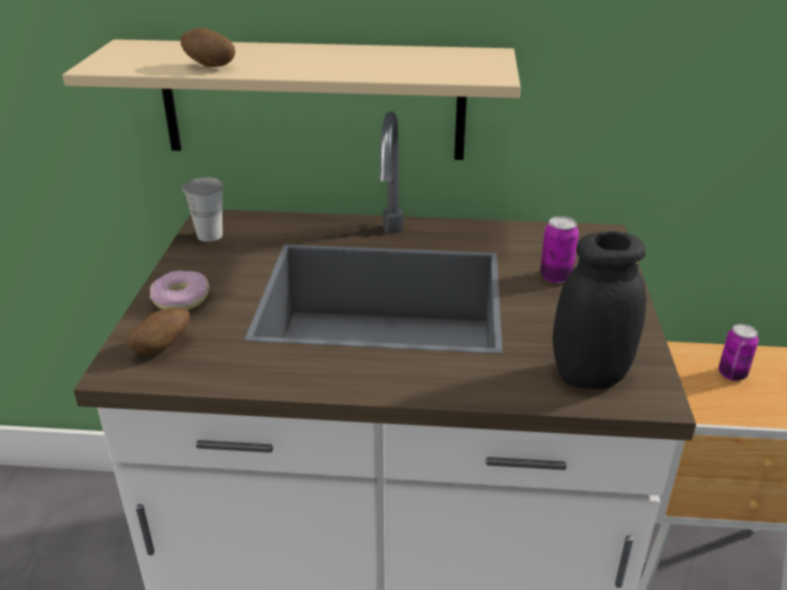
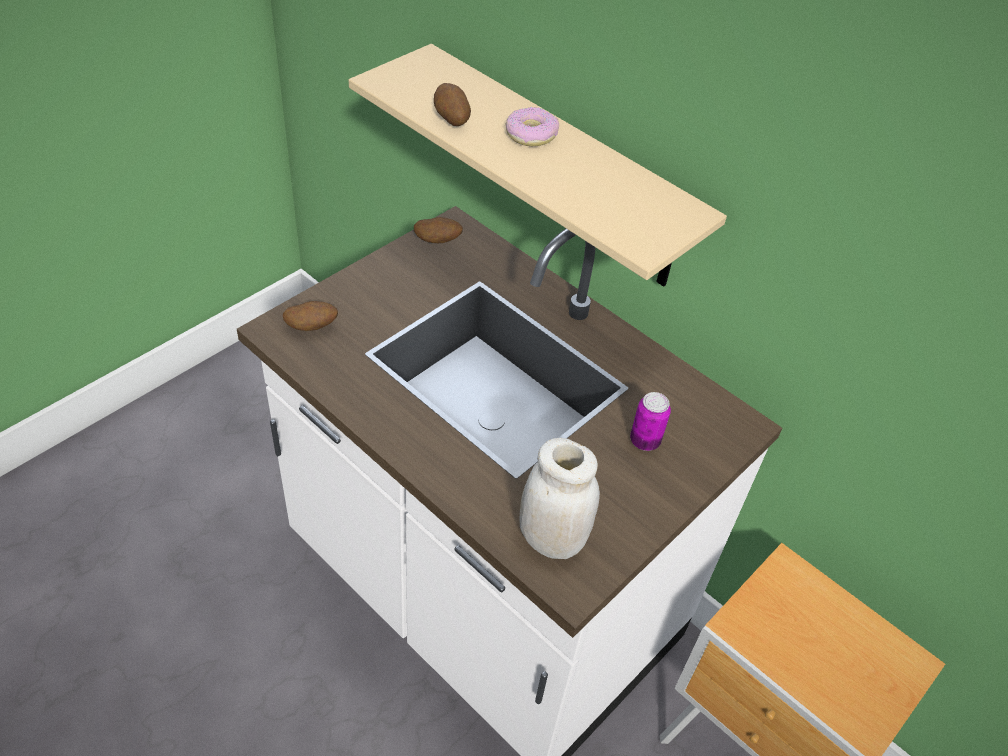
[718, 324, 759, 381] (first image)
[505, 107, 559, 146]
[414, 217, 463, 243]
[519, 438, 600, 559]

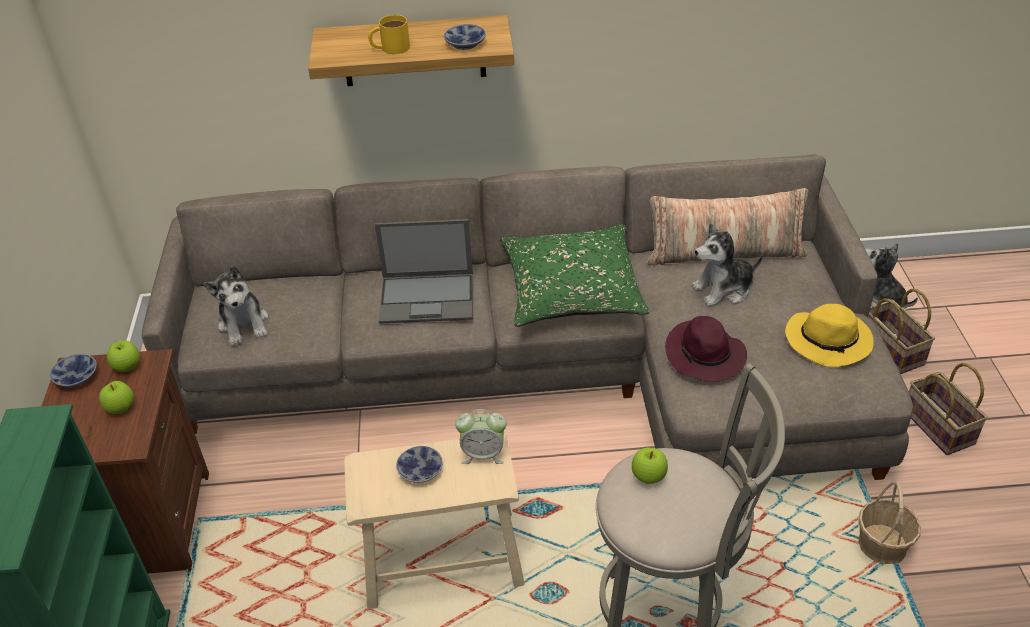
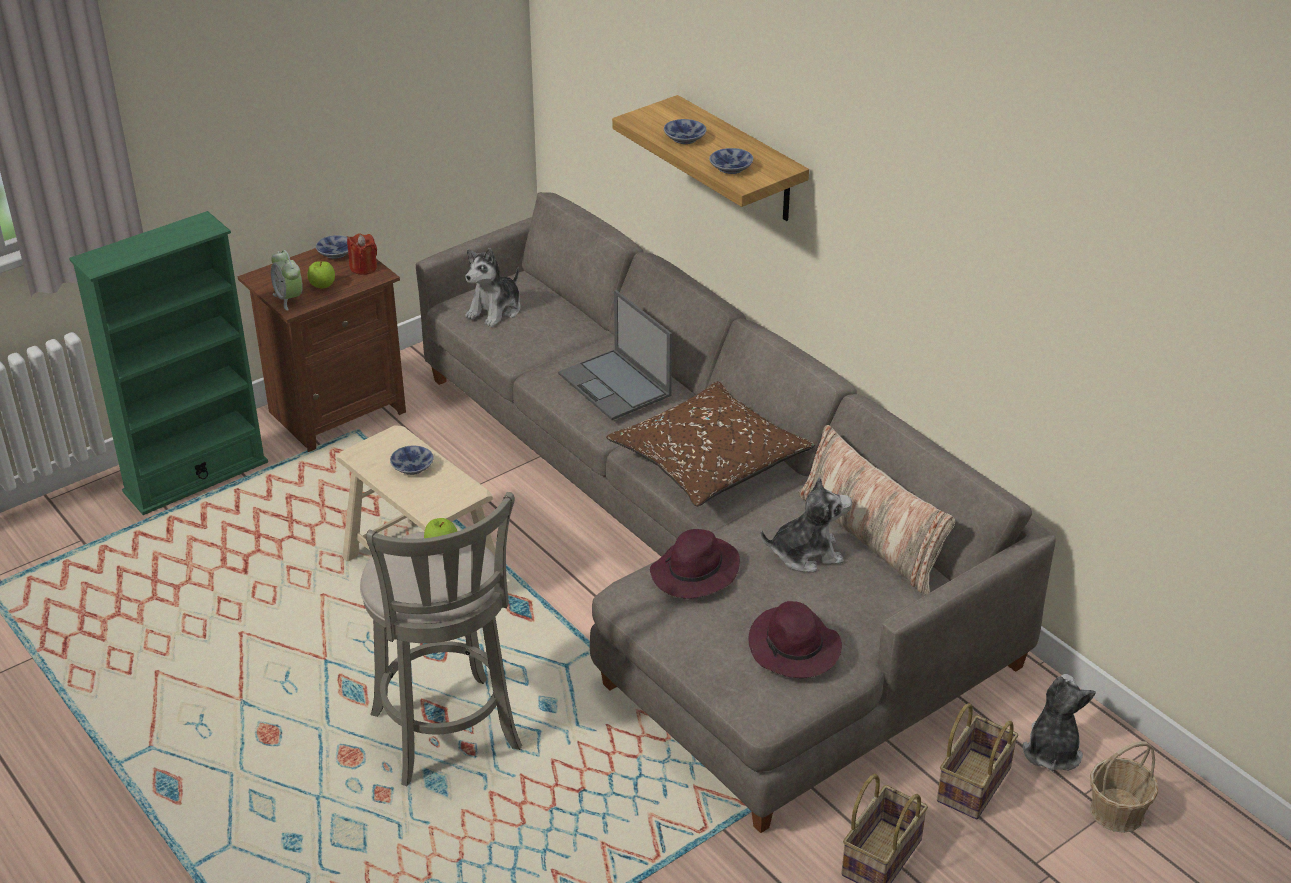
[271, 250, 303, 311]
[1090, 742, 1158, 833]
[347, 233, 377, 275]
[664, 119, 706, 144]
[606, 381, 815, 506]
[748, 601, 842, 678]
[761, 477, 852, 572]

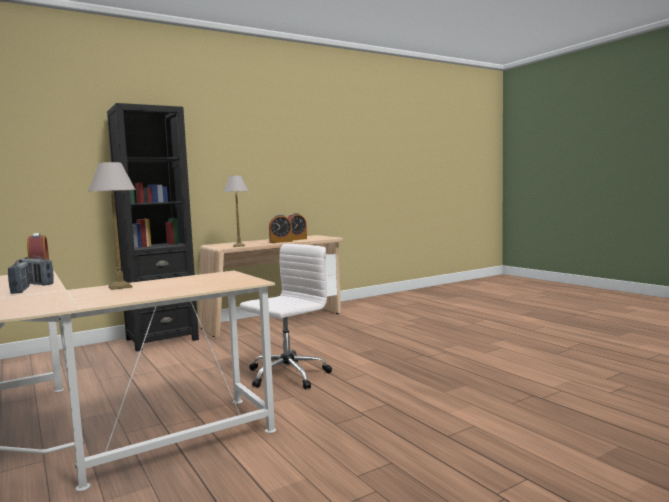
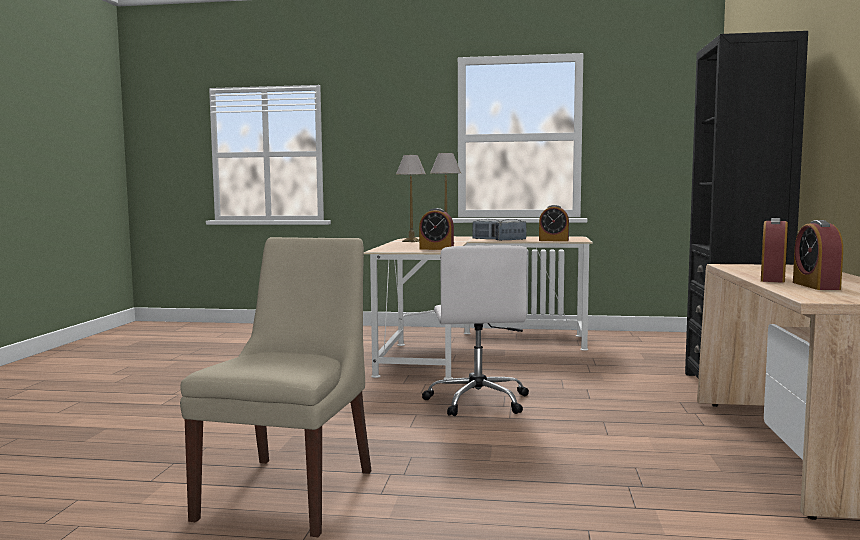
[180, 237, 372, 537]
[419, 208, 454, 250]
[396, 155, 426, 242]

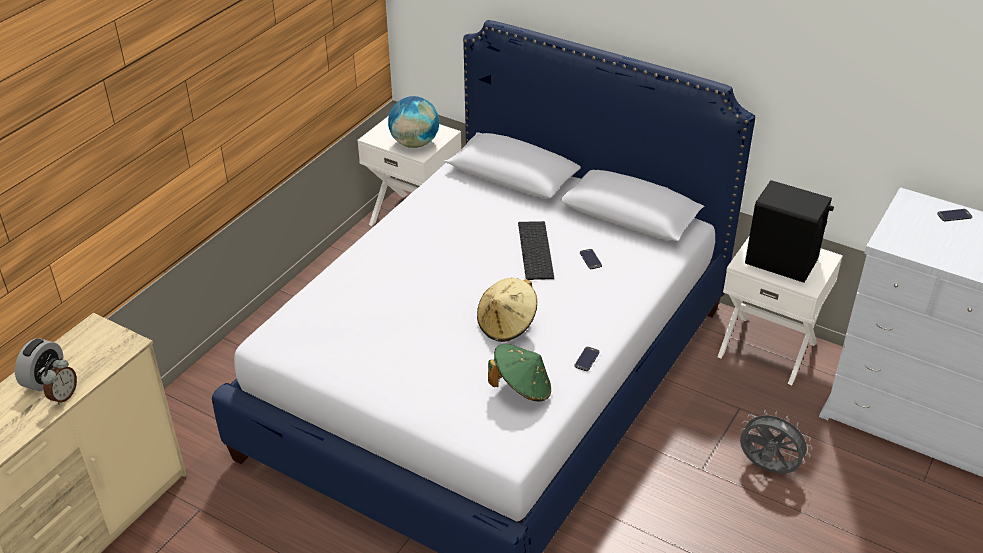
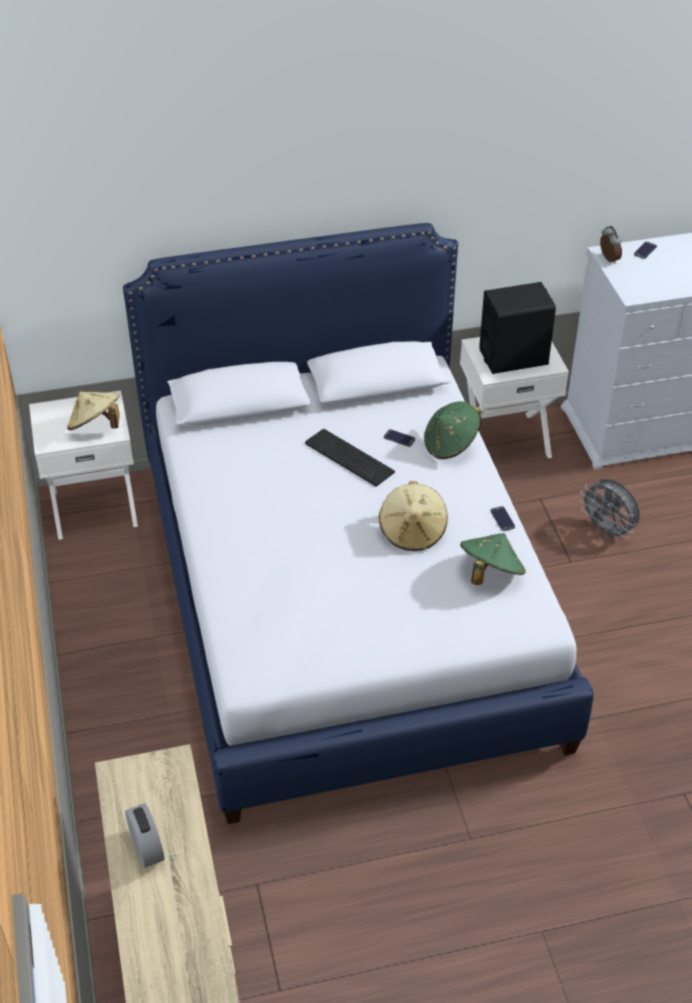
[424, 401, 481, 459]
[600, 226, 622, 264]
[67, 391, 120, 430]
[580, 479, 640, 541]

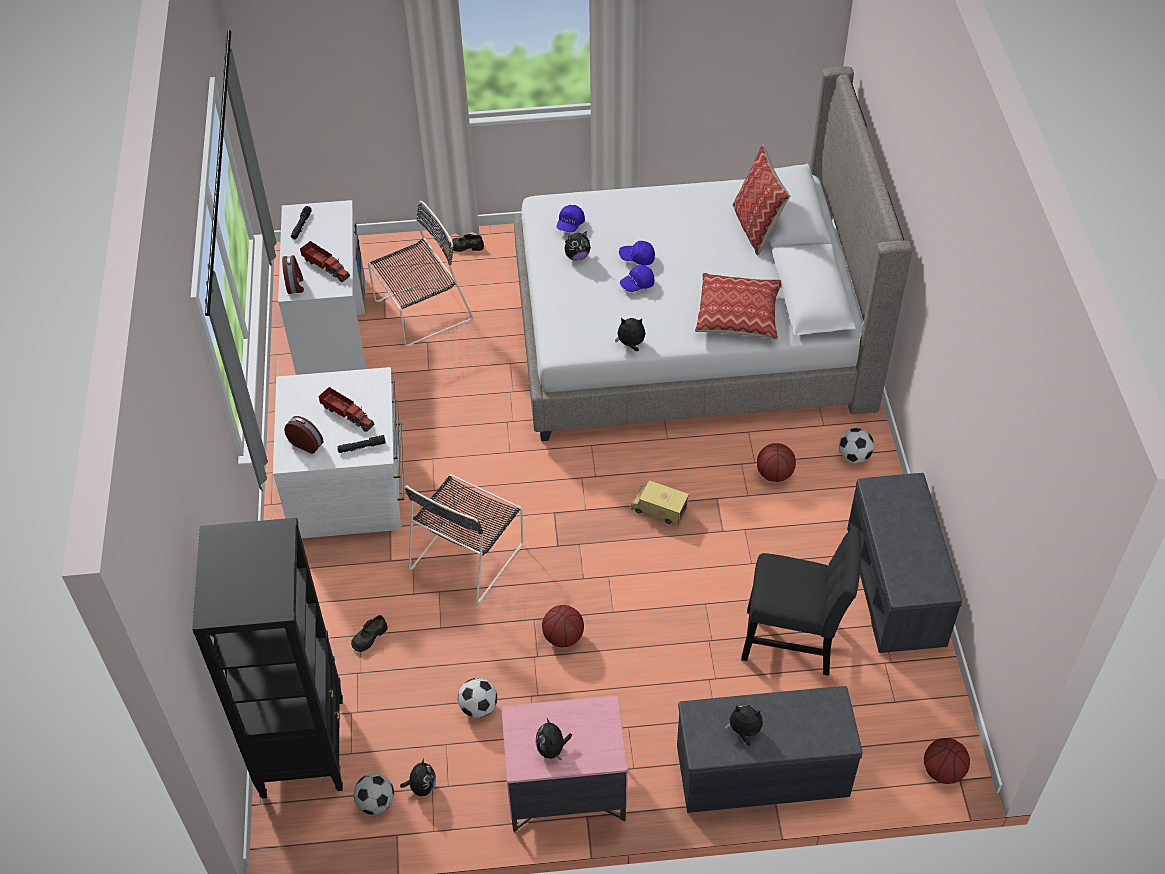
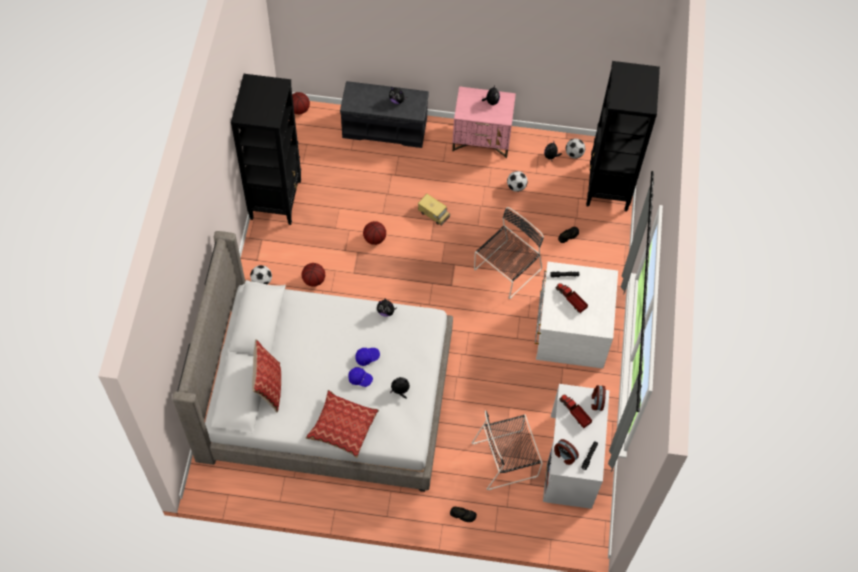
[556, 205, 585, 232] (first image)
[741, 529, 861, 676] (first image)
[554, 439, 579, 465]
[363, 221, 386, 245]
[418, 194, 450, 226]
[306, 390, 379, 458]
[231, 74, 301, 225]

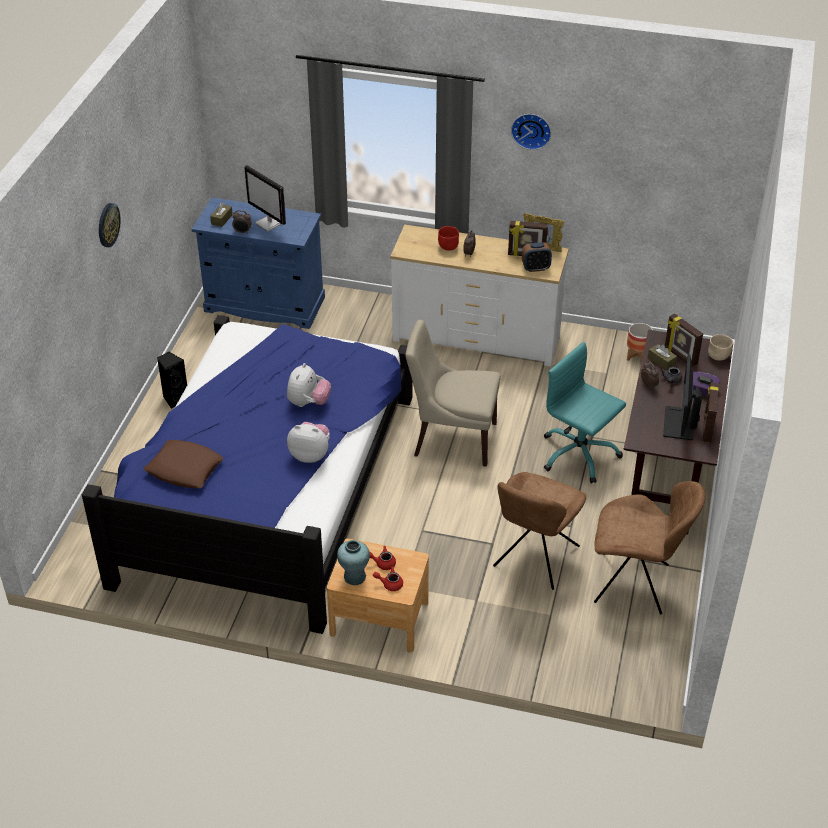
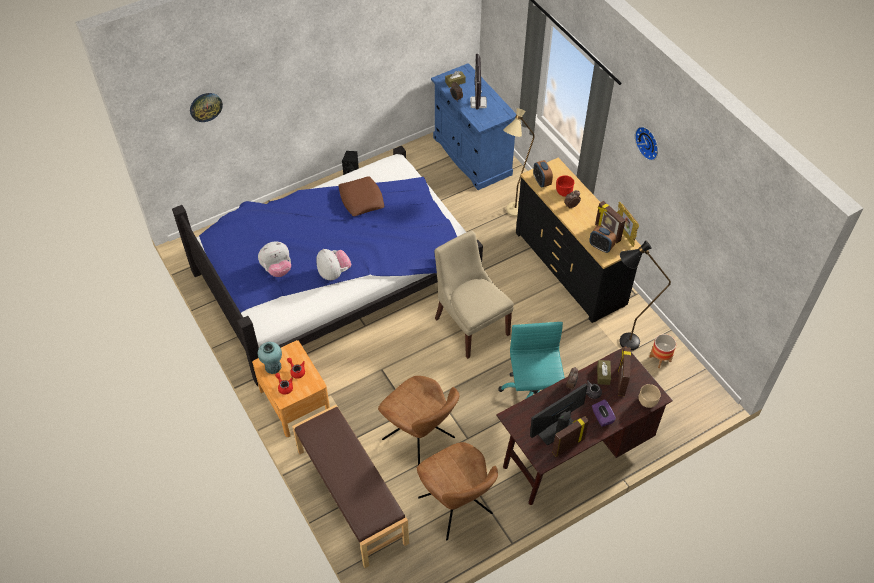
[292, 405, 409, 568]
[503, 108, 535, 217]
[533, 160, 553, 187]
[619, 240, 671, 350]
[190, 93, 223, 122]
[338, 176, 384, 216]
[258, 242, 291, 277]
[516, 158, 641, 323]
[378, 376, 459, 465]

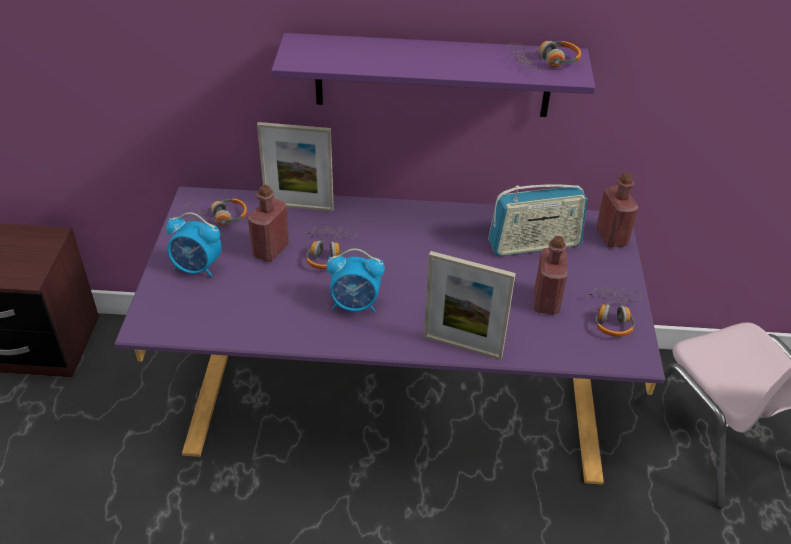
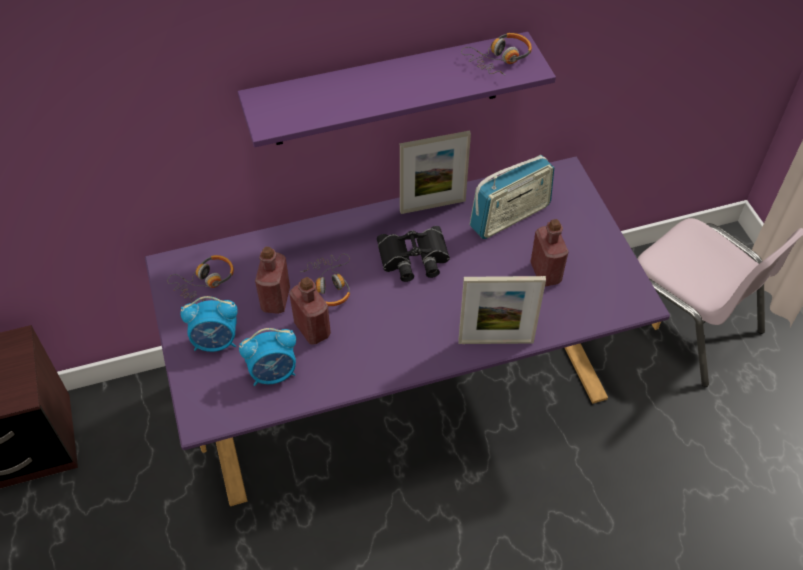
[588, 288, 642, 337] (first image)
[377, 226, 450, 282]
[400, 131, 471, 214]
[239, 328, 296, 386]
[289, 277, 331, 344]

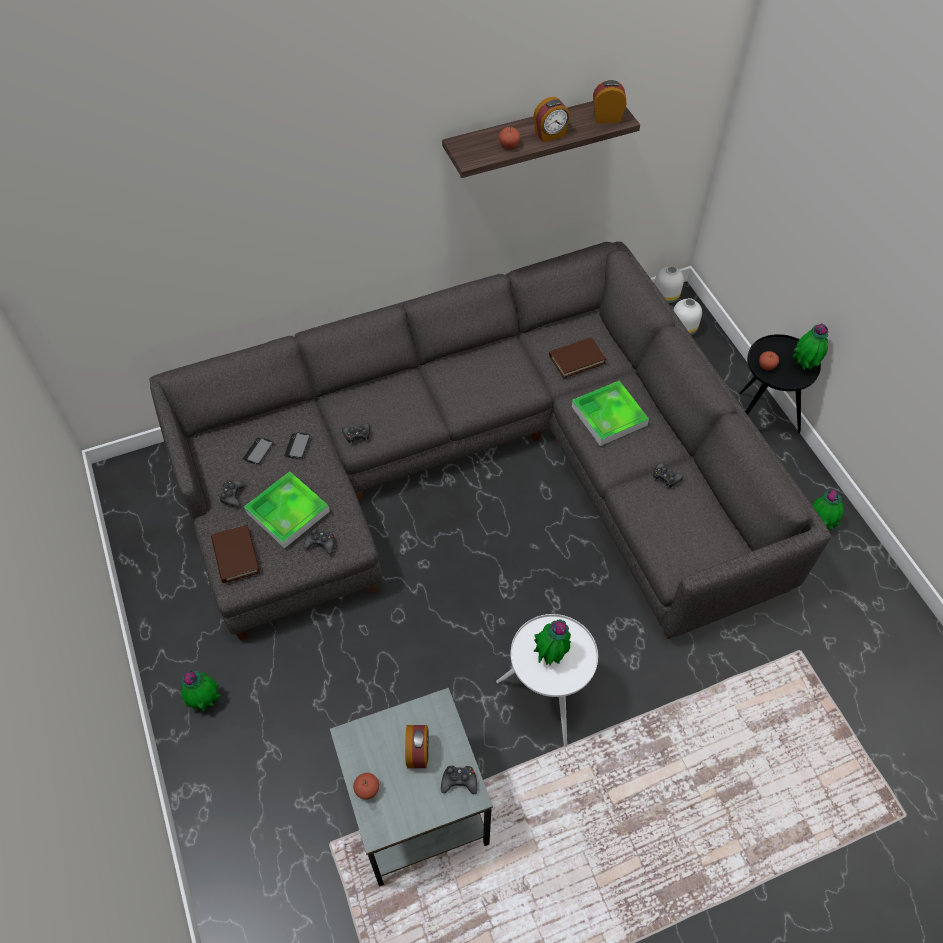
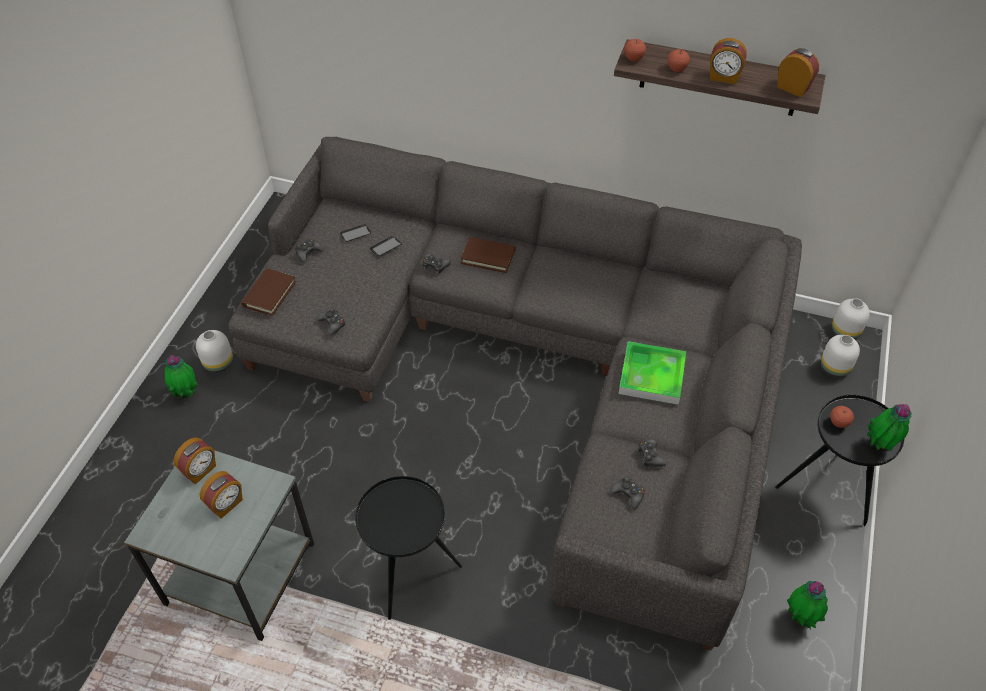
[244, 471, 330, 549] (first image)
[533, 619, 571, 665] (first image)
[173, 437, 216, 485]
[196, 330, 233, 373]
[624, 39, 646, 61]
[610, 477, 645, 510]
[461, 237, 516, 273]
[355, 476, 462, 620]

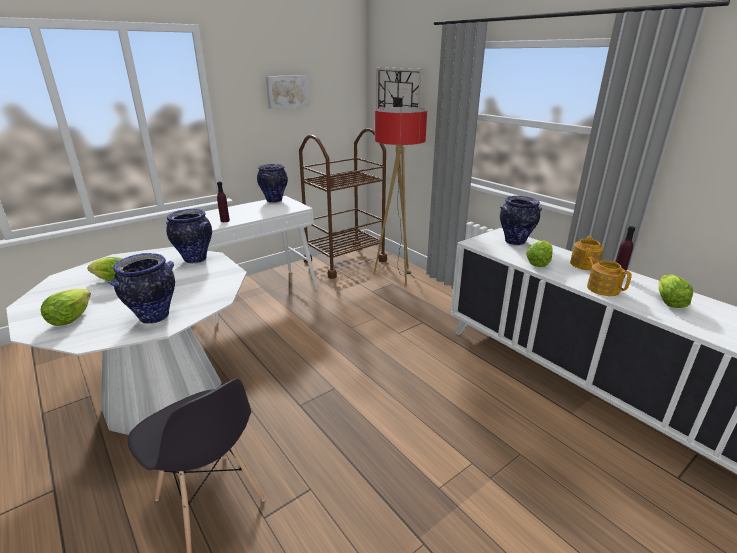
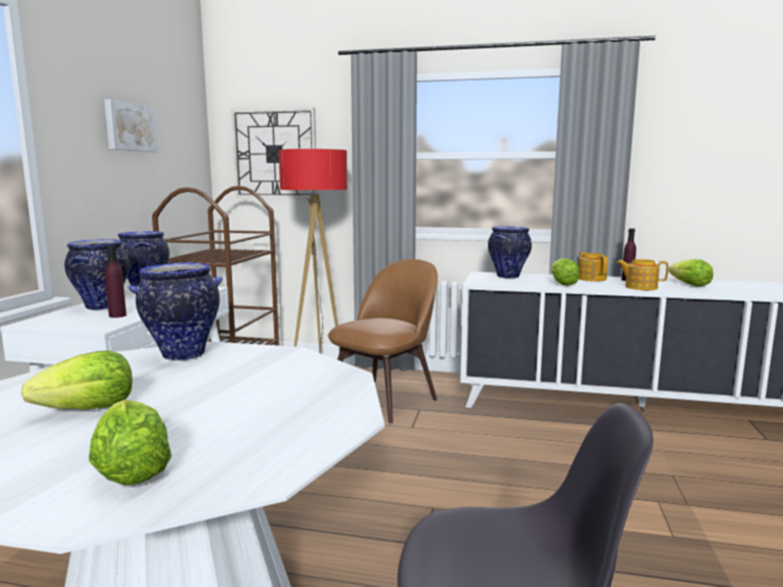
[328, 259, 438, 423]
[65, 239, 130, 310]

